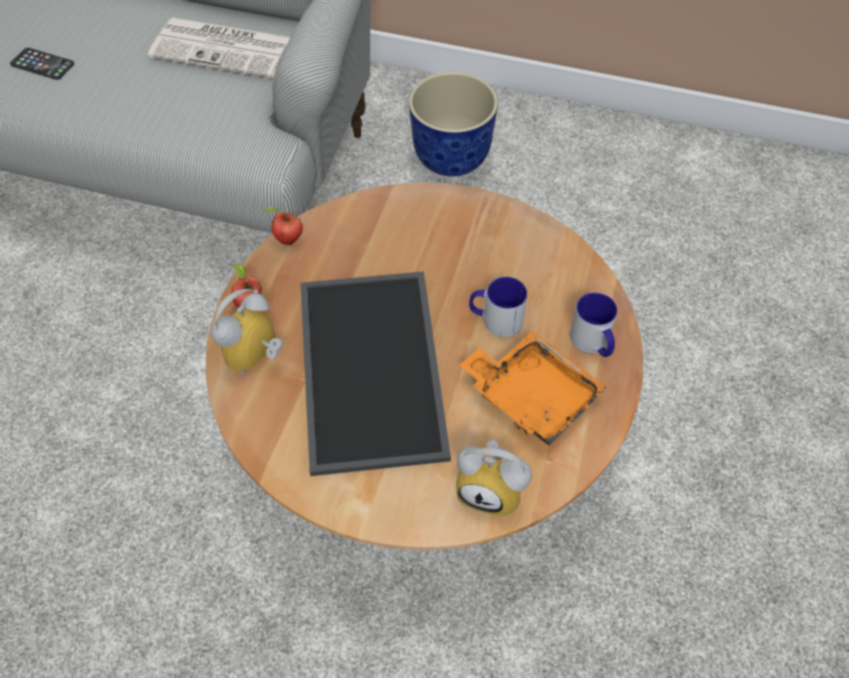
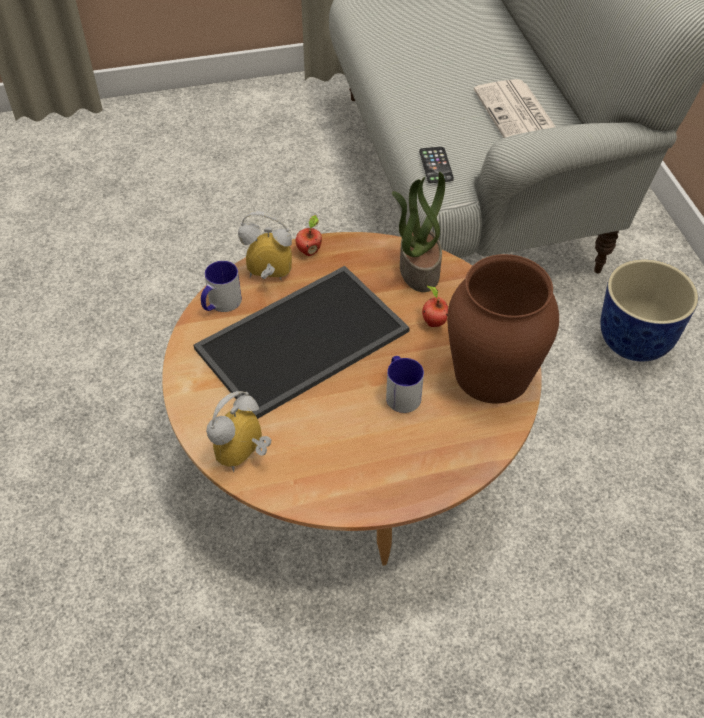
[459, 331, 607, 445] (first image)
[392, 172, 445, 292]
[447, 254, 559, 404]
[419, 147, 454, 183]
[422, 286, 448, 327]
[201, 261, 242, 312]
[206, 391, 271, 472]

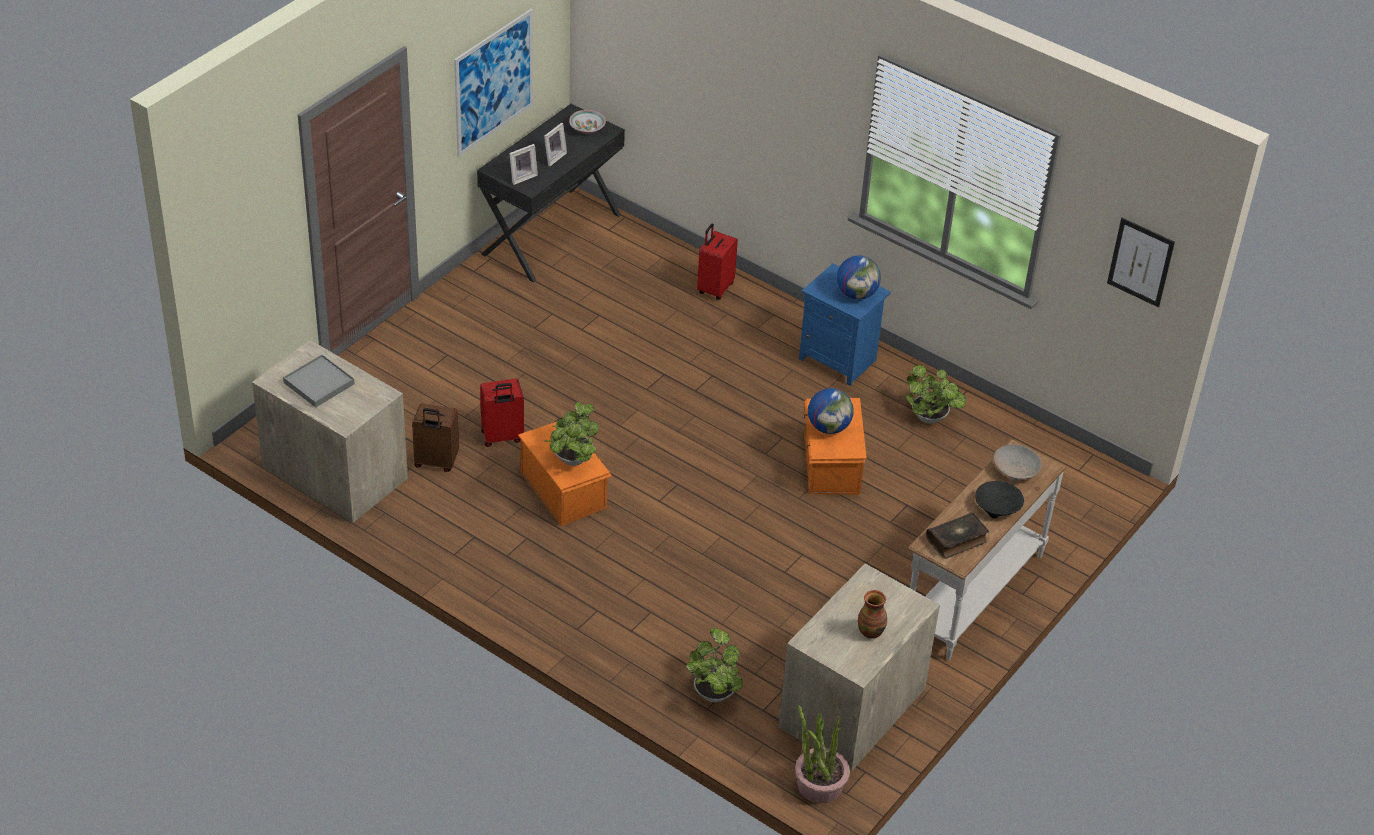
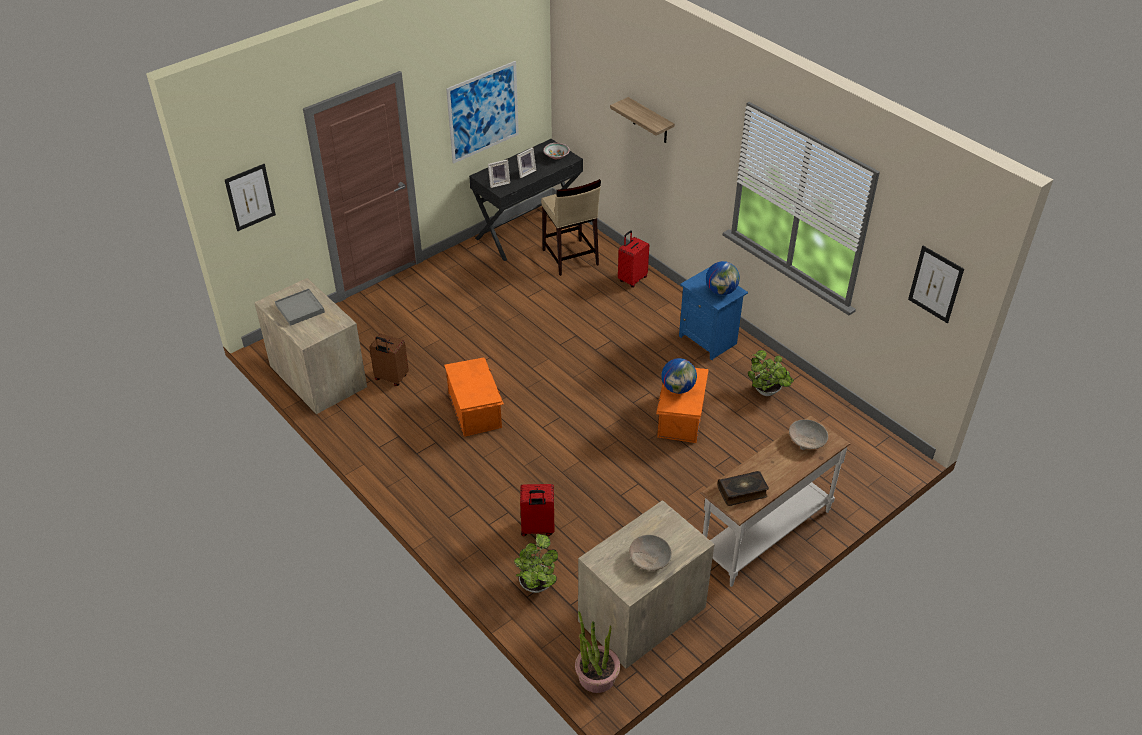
[545, 402, 598, 466] (first image)
[975, 481, 1024, 518] (first image)
[225, 164, 276, 231]
[541, 179, 601, 276]
[610, 97, 675, 143]
[520, 484, 554, 536]
[629, 535, 672, 571]

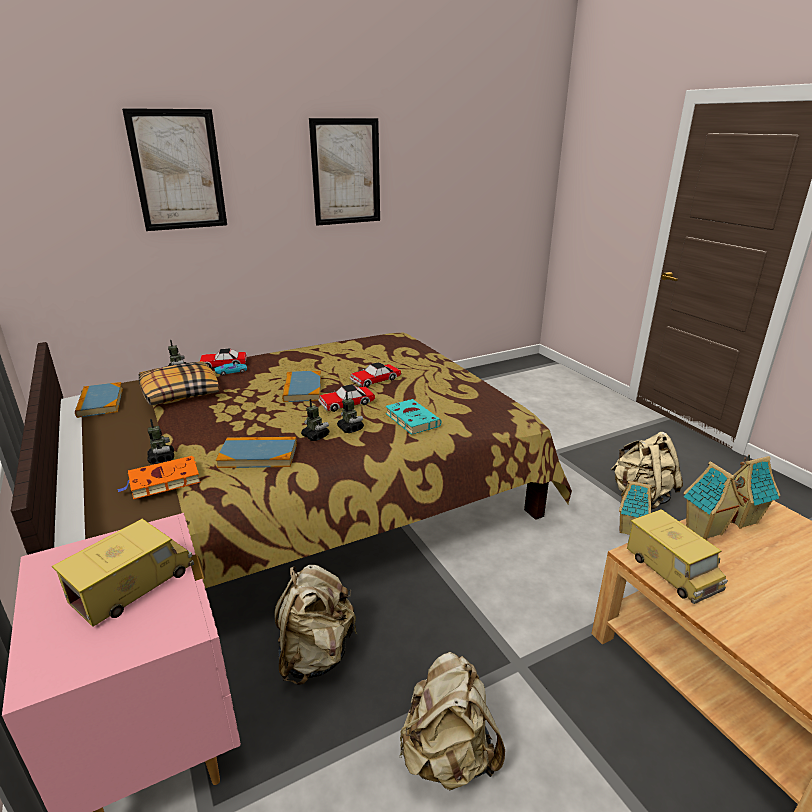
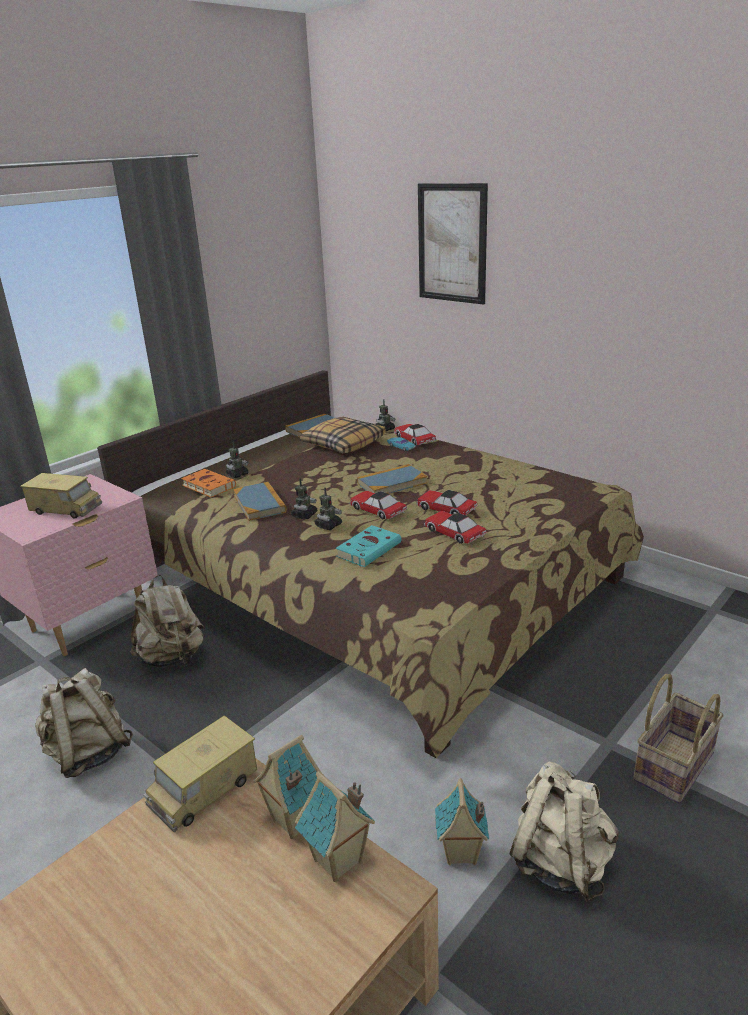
[309, 118, 380, 226] (first image)
[424, 511, 487, 544]
[633, 674, 724, 804]

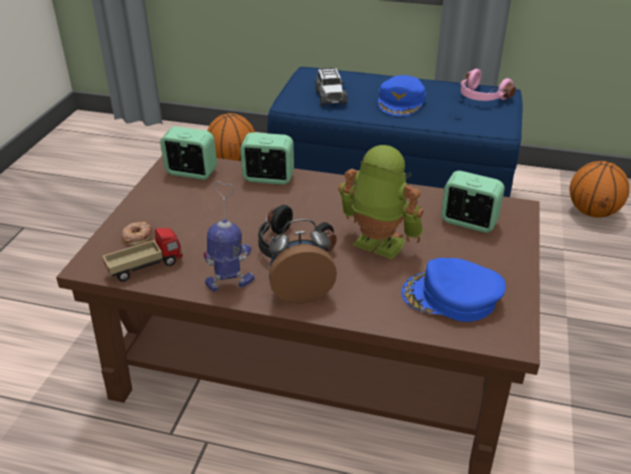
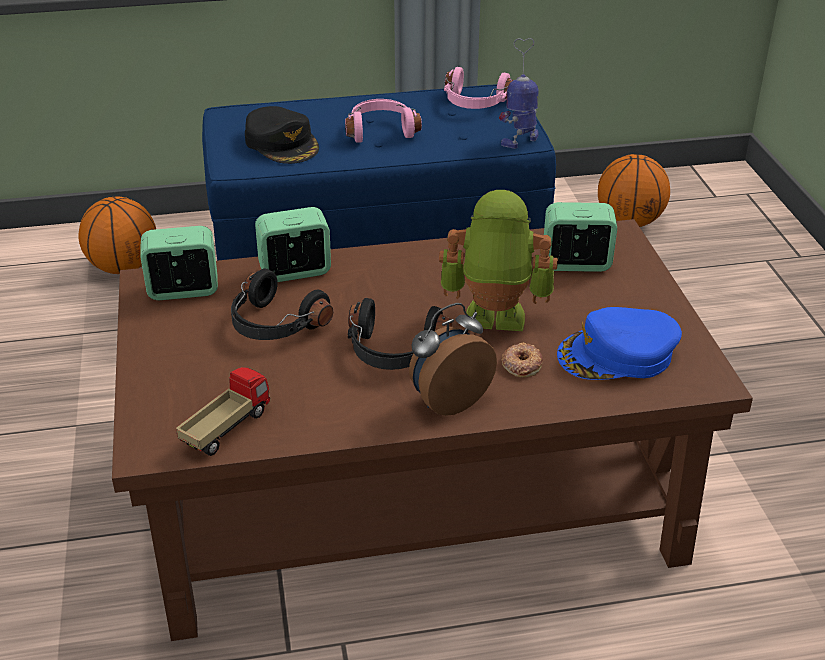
[231, 269, 333, 340]
[502, 343, 543, 377]
[499, 38, 539, 149]
[245, 106, 319, 164]
[345, 99, 422, 142]

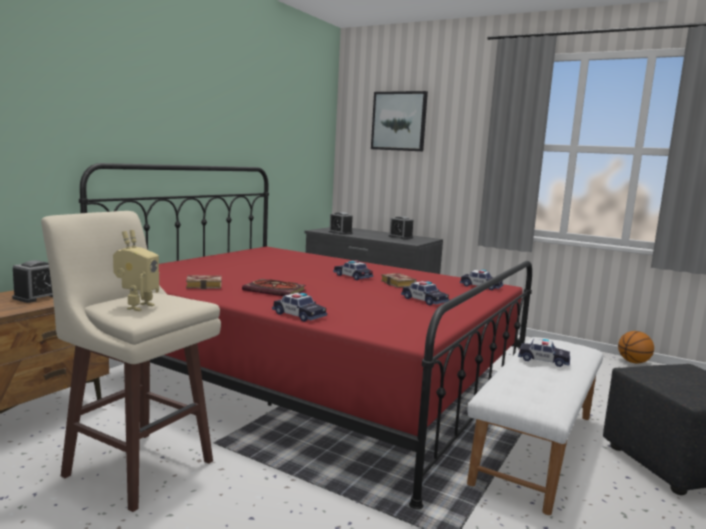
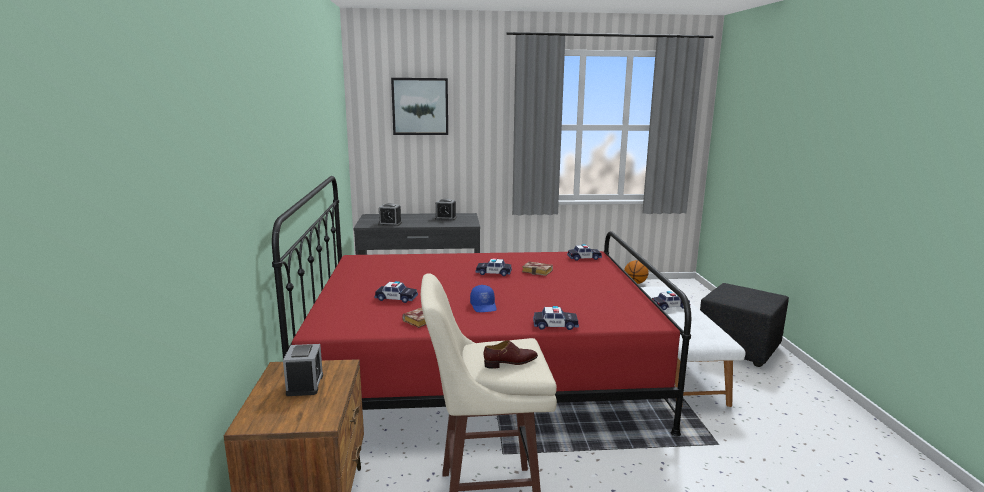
[374, 281, 418, 303]
[483, 340, 538, 369]
[470, 285, 497, 312]

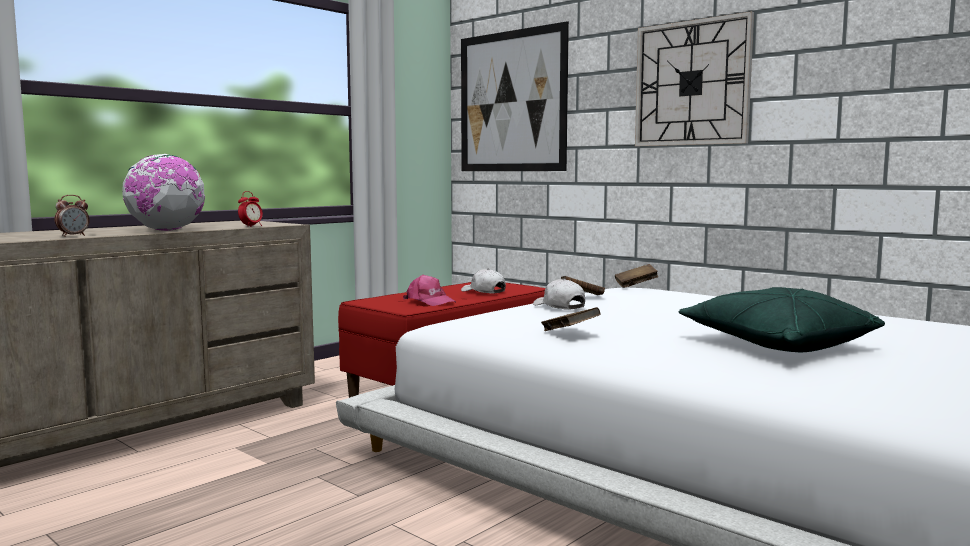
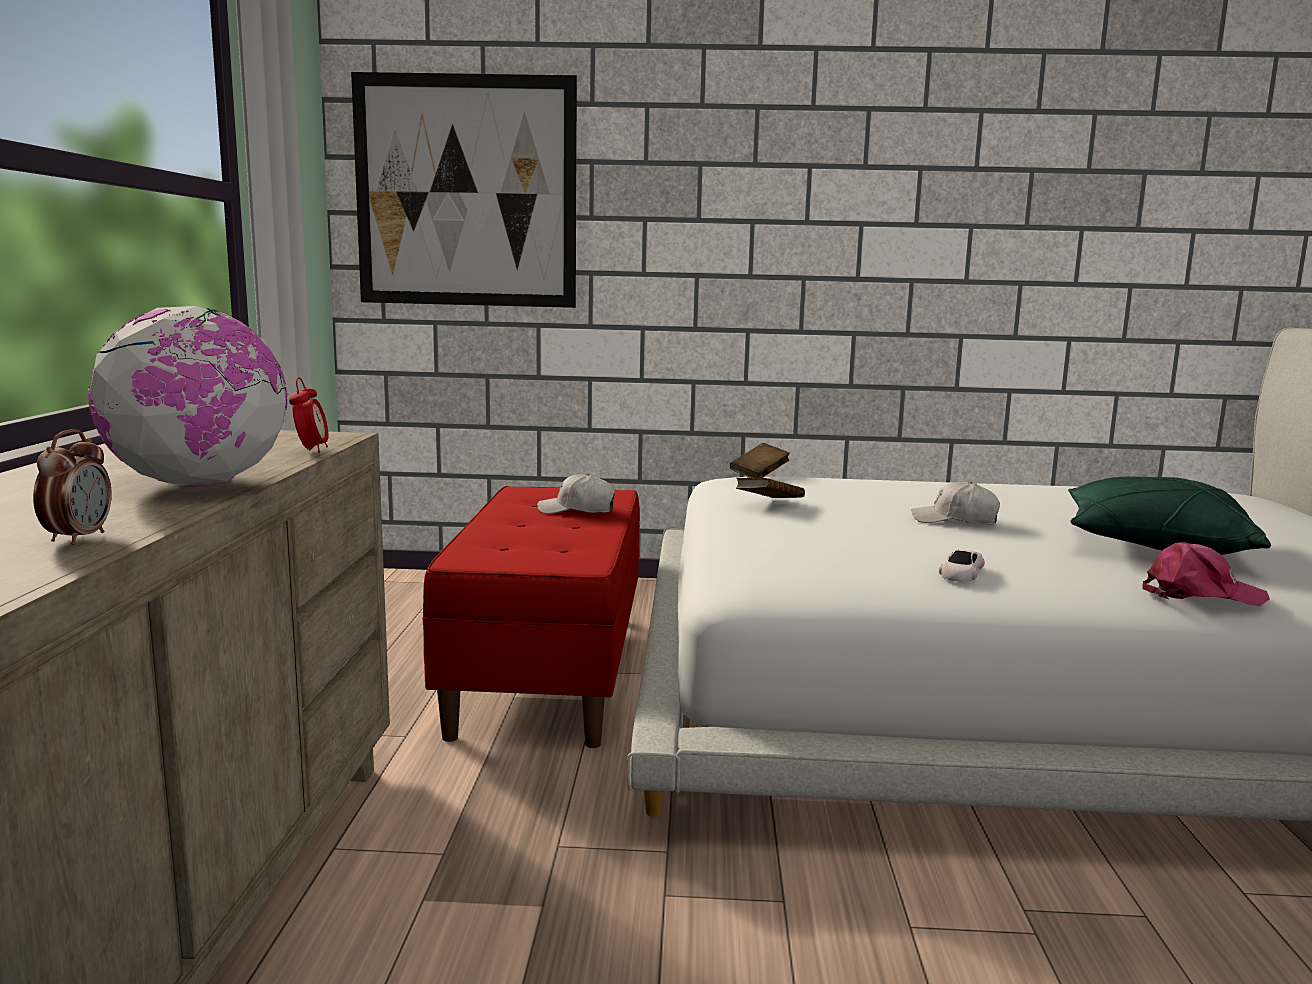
[635, 11, 754, 146] (first image)
[1142, 542, 1270, 606]
[911, 481, 1000, 525]
[939, 549, 985, 582]

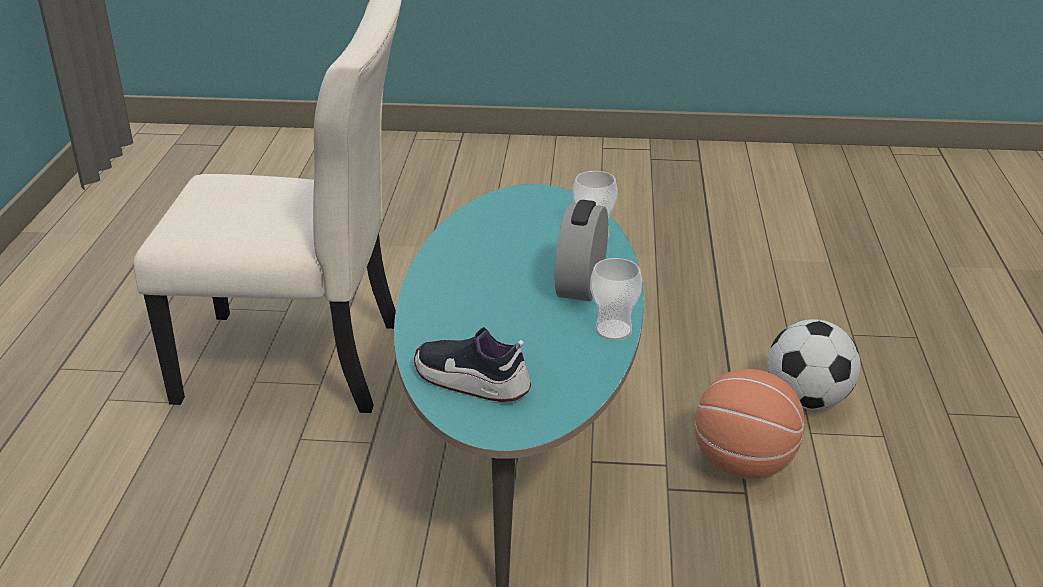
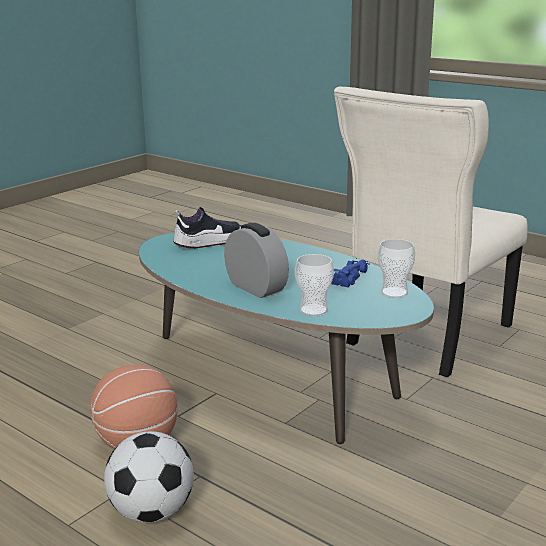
[331, 259, 370, 287]
[378, 239, 415, 298]

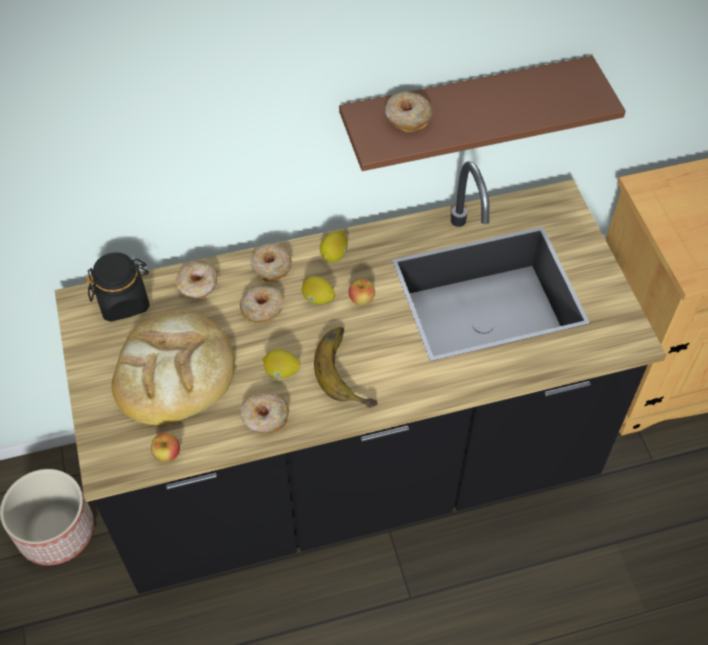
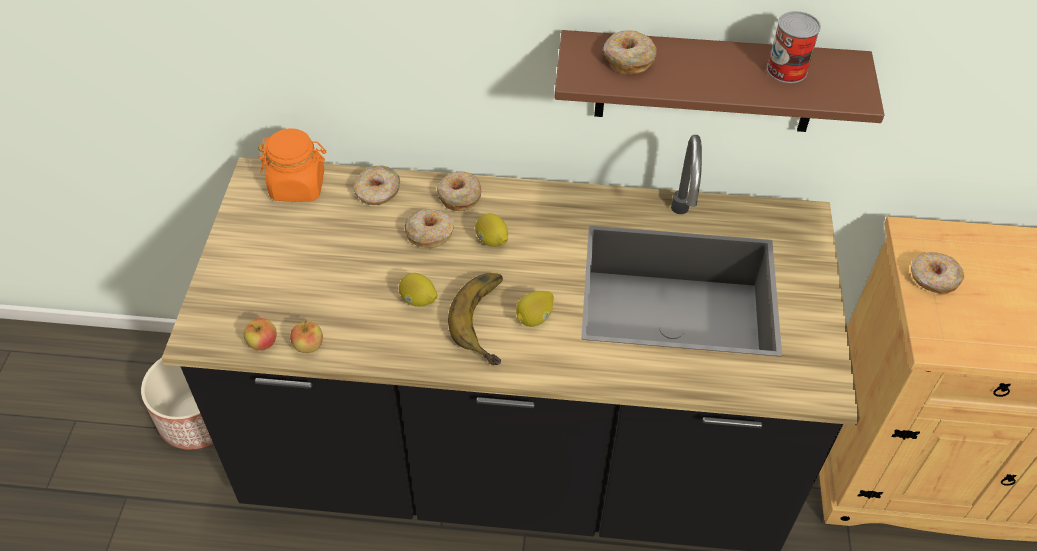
[111, 311, 235, 425] (first image)
[767, 11, 821, 83]
[911, 252, 964, 295]
[516, 291, 554, 327]
[290, 320, 323, 353]
[258, 128, 327, 202]

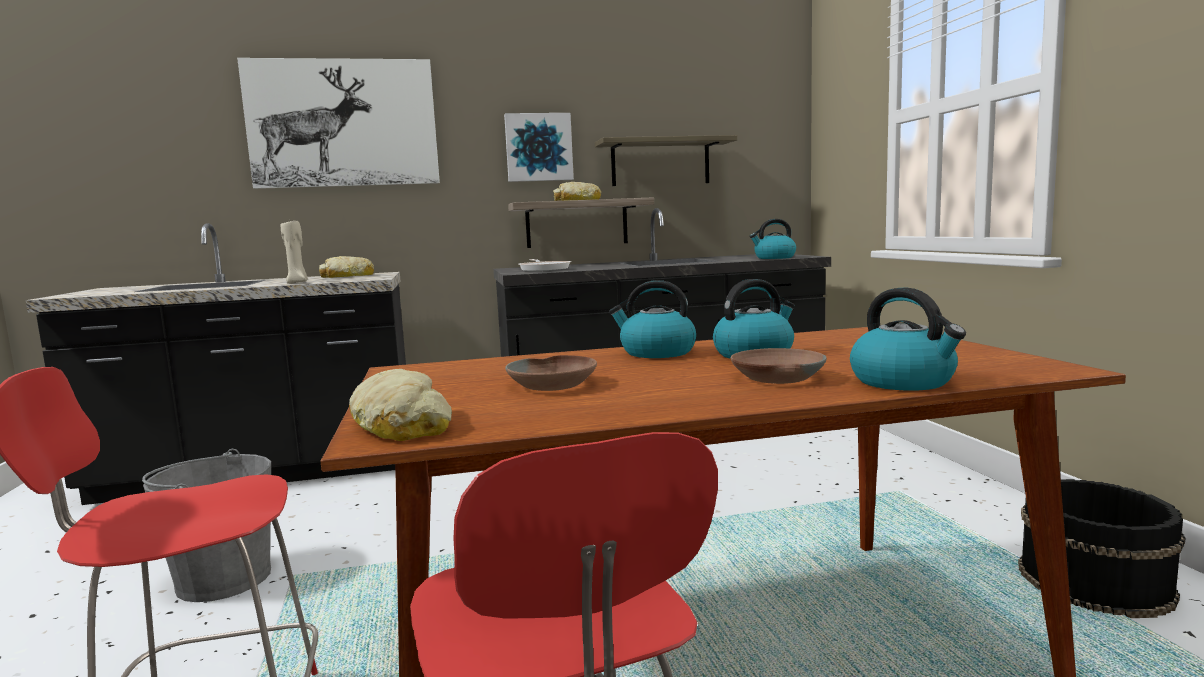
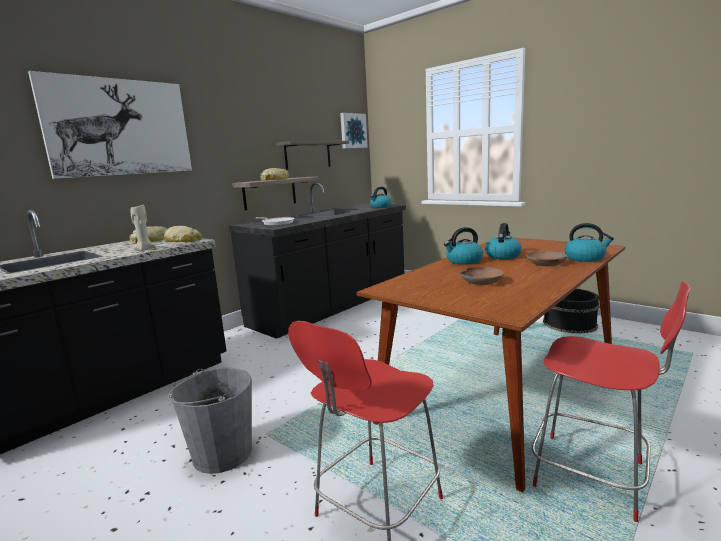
[164, 226, 202, 242]
[340, 113, 368, 148]

